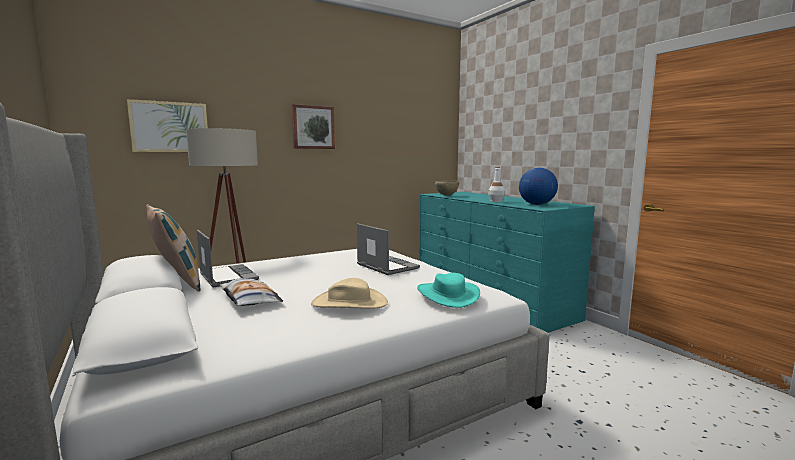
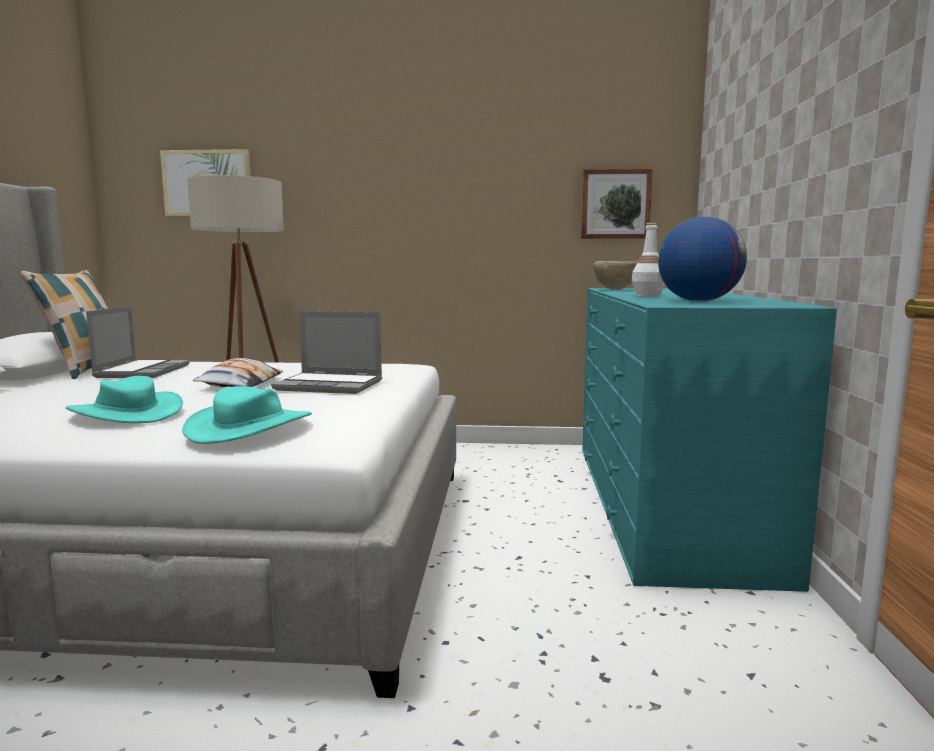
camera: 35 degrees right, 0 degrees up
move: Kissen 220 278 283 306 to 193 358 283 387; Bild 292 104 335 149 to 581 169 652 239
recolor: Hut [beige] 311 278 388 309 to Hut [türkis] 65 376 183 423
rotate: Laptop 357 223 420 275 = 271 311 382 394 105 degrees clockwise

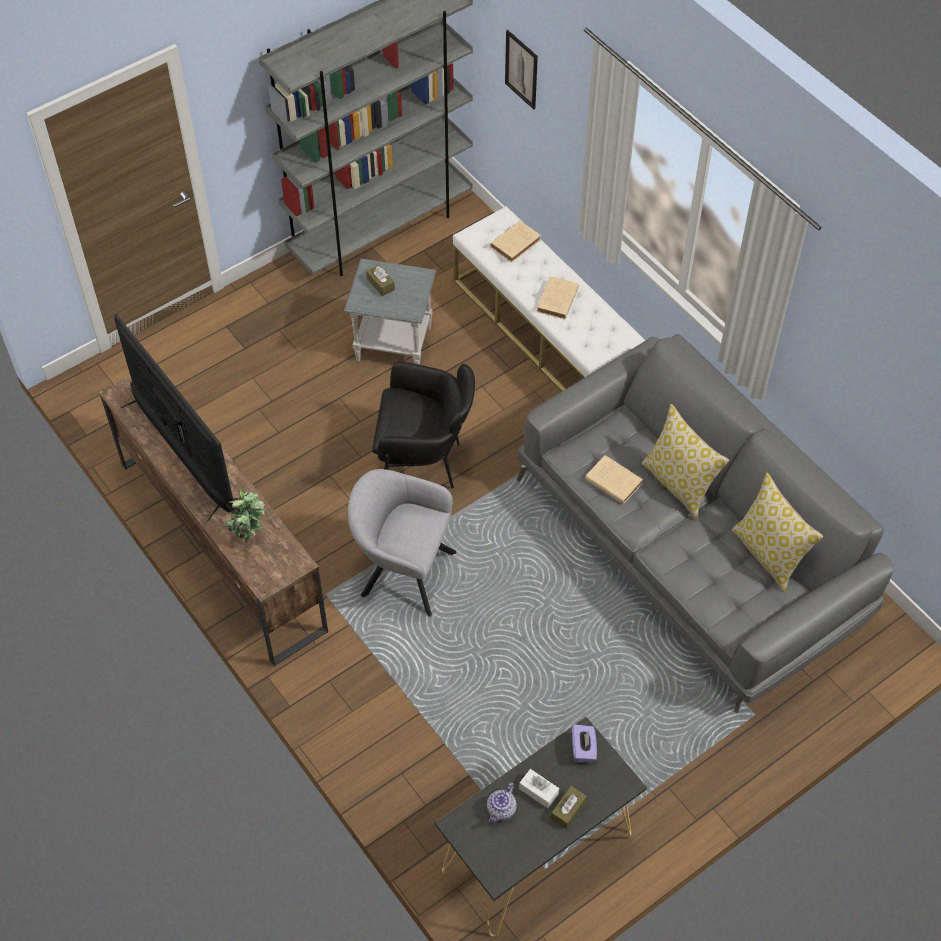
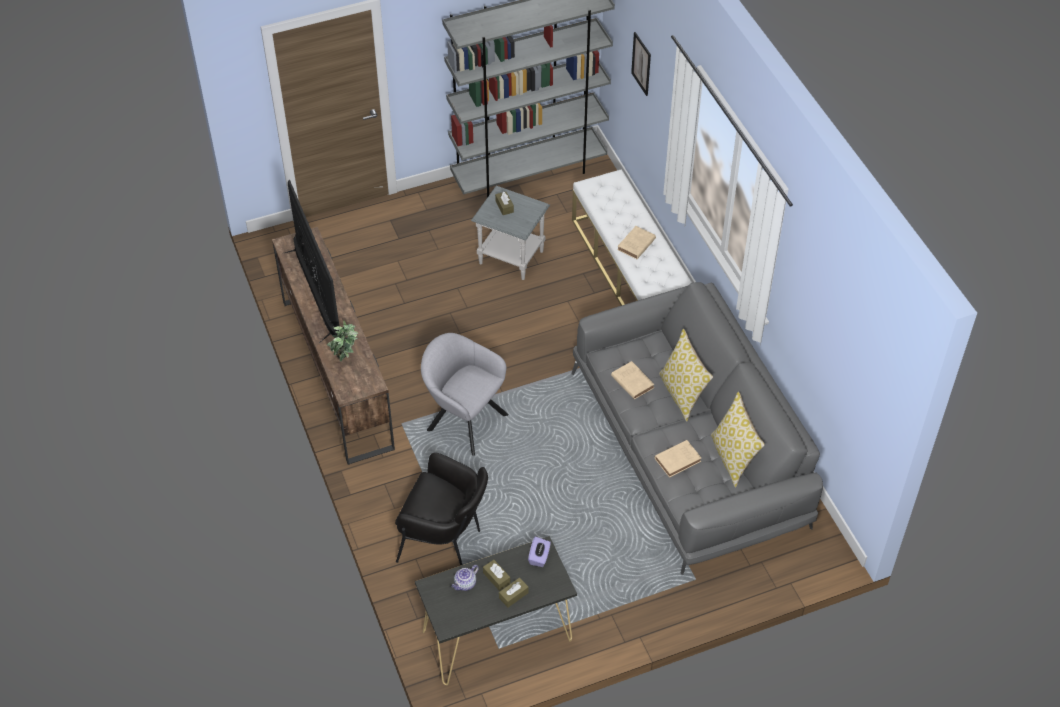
camera: 15 degrees right, 5 degrees down
move: Sessel [schwarz] 373 362 475 488 to 395 452 488 566; Buch [beige] 490 221 541 262 to 655 440 701 478
recolor: Taschentuchbox [weiß] 519 769 559 808 to Taschentuchbox [braun] 483 560 510 591

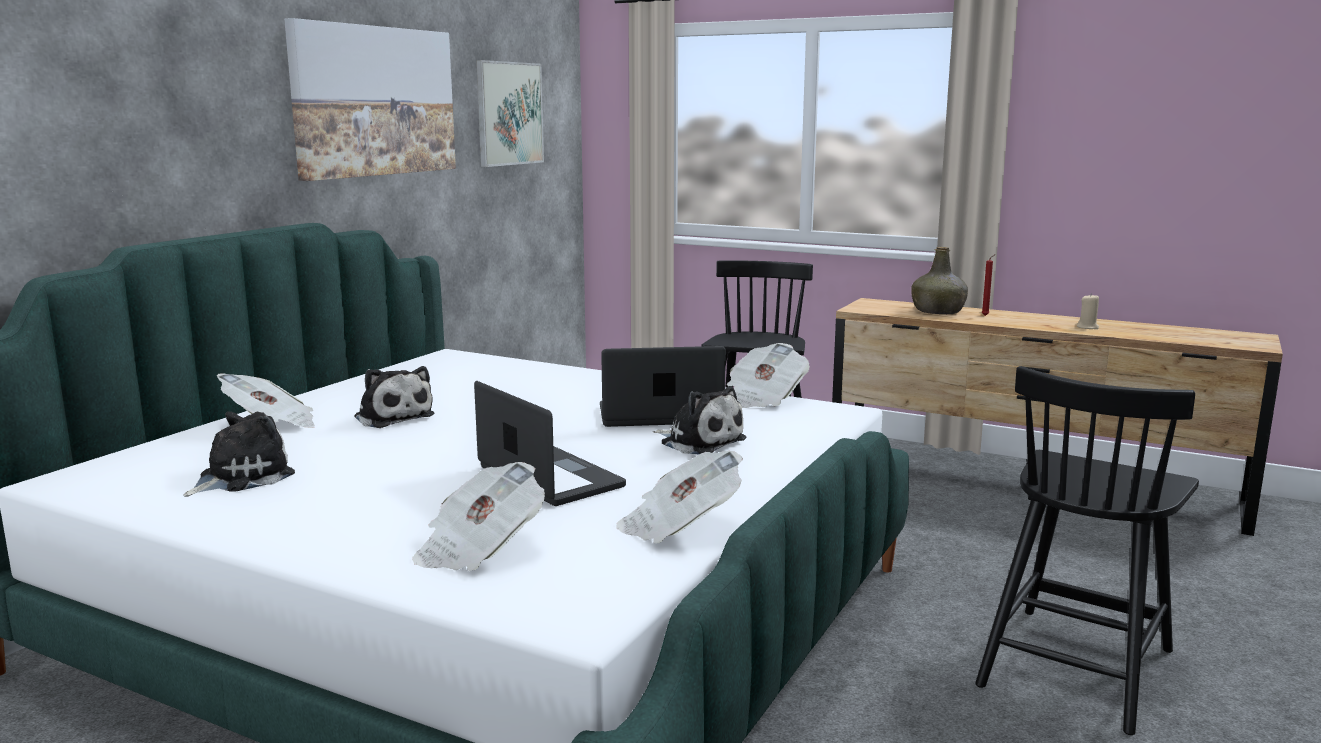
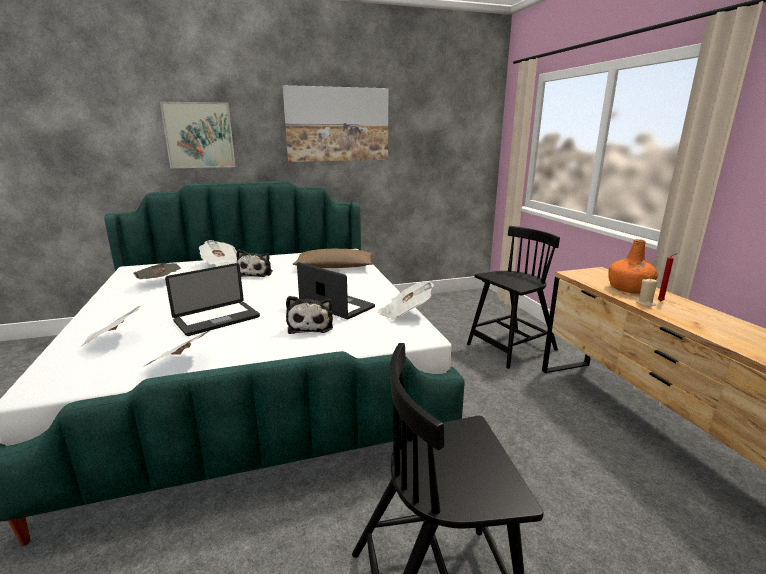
camera: 45 degrees right, 5 degrees up
insert: Kissen [braun] 292 249 373 268
move: Bild 476 60 544 167 to 160 102 235 168; Kerze [beige] 1077 293 1099 329 to 636 278 658 307
replace: Plüschtier 183 411 295 497 to Zeitung 134 263 181 279
recolor: Flasche [grün] 911 247 968 314 to Flasche [orange] 608 239 658 294
rotate: Laptop 474 381 626 506 = 165 263 260 336 45 degrees clockwise

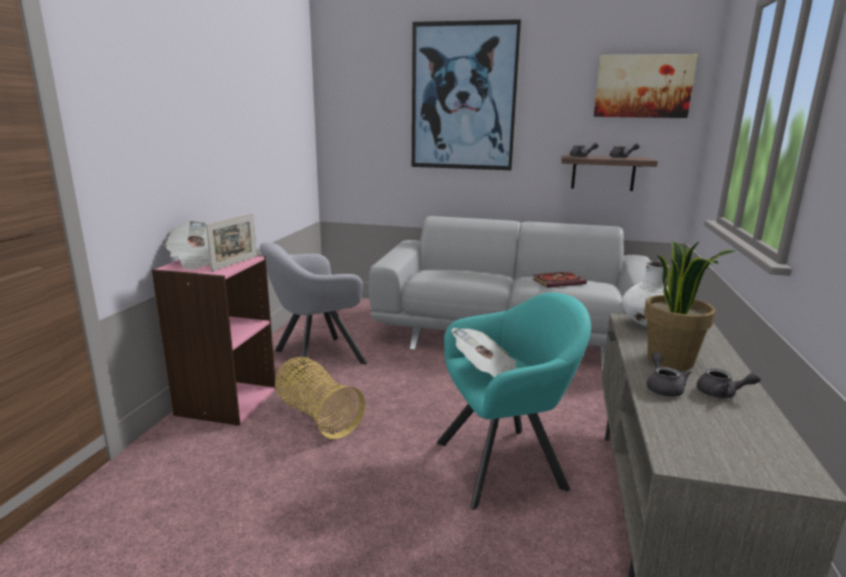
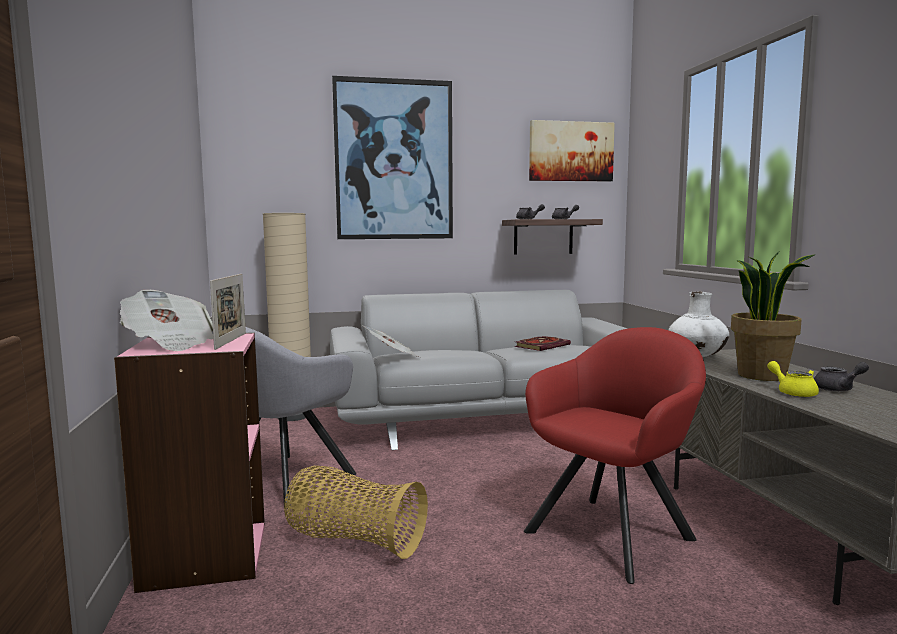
camera: 25 degrees left, 10 degrees down
insert: Stehlampe [beige] 263 213 311 421
move: Zeitung 451 328 518 377 to 363 326 419 357
recolor: Sessel [türkis] 437 292 591 509 to Sessel [rot] 524 327 706 584; Teekanne [grau] 647 352 692 397 to Teekanne [gelb] 767 361 819 397

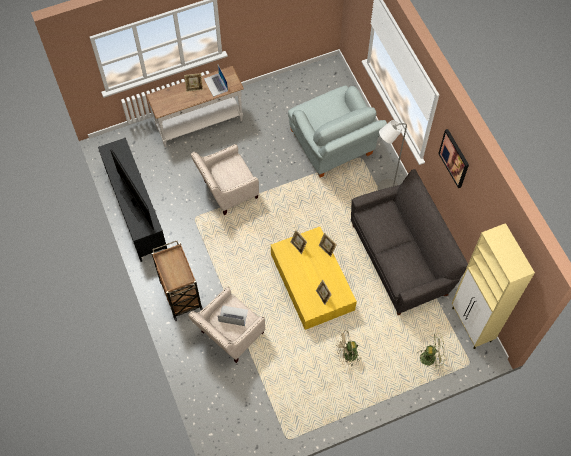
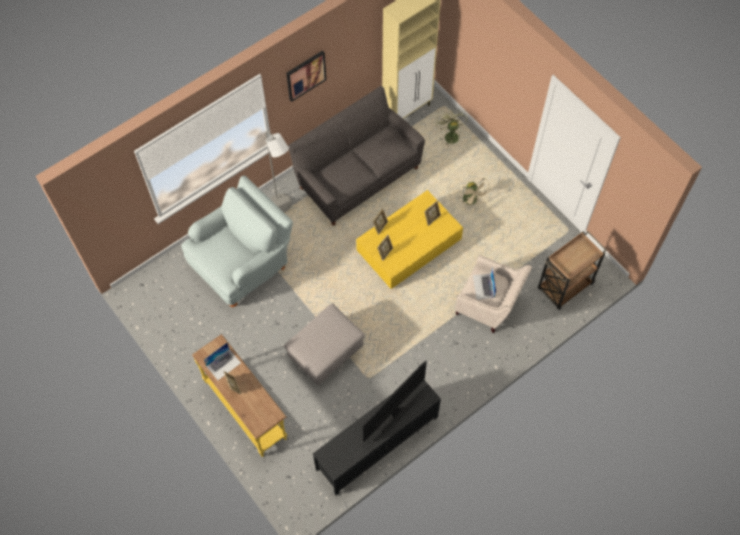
camera: 105 degrees left, 0 degrees up
move: Rollwagen [braun] 151 240 203 321 to 538 231 607 310
replace: Sessel [beige] 191 144 259 215 to Polsterhocker [grau] 284 303 365 386
recolor: Konsolentisch [weiß] 146 66 244 147 to Konsolentisch [gelb] 192 334 287 457

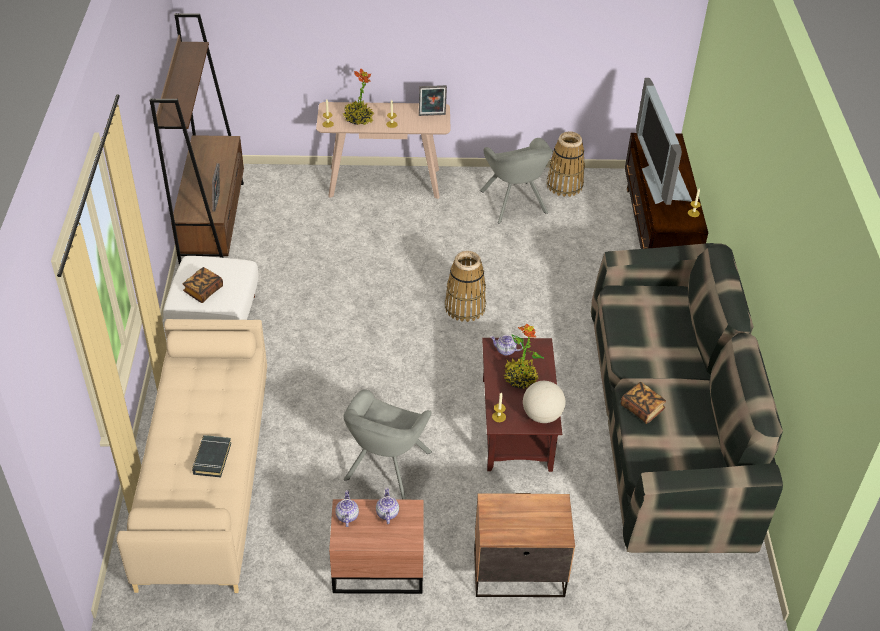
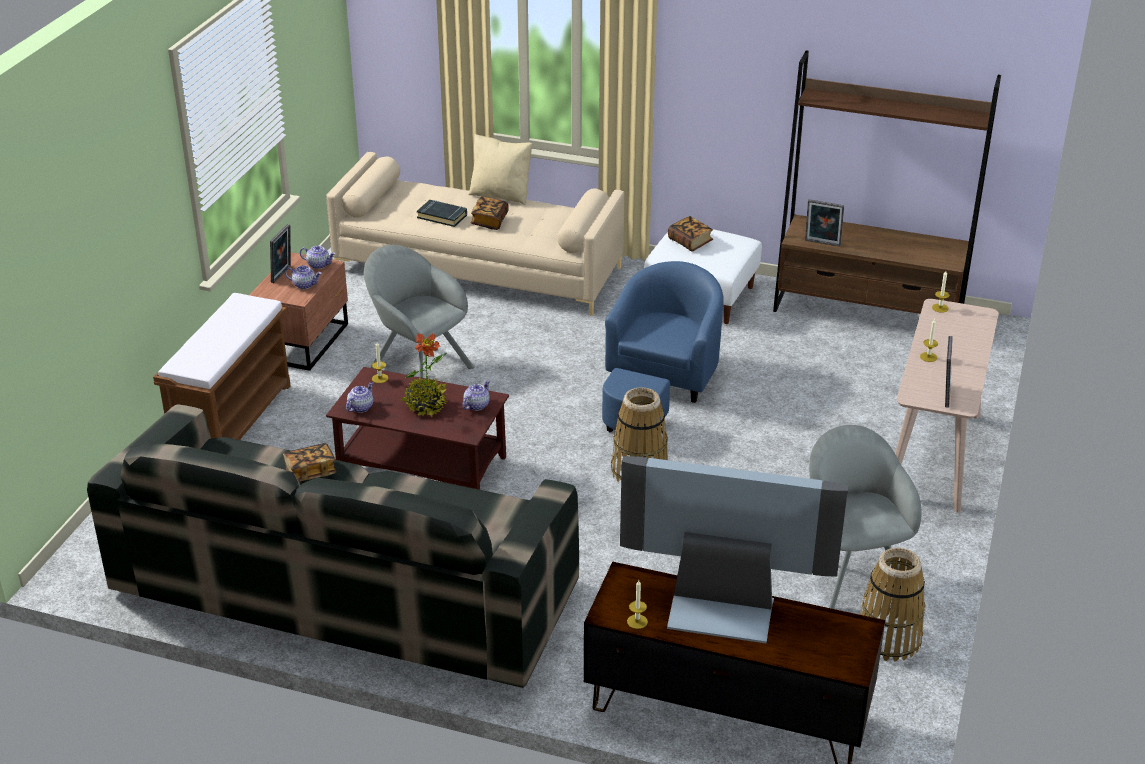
camera: 110 degrees right, 10 degrees down
delete: Topfpflanze 343 68 374 125
insert: Bilderrahmen 270 224 291 283; Kissen [beige] 468 134 532 205; Buch 471 197 509 230; Sessel [blau] 602 261 723 432
replace: Nachttisch 474 493 575 597 to Bank [braun] 153 293 291 440; Globus 523 381 566 423 to Teekanne 346 382 373 413
rotate: Sessel [grau] 480 138 553 223 = 809 425 922 609 75 degrees clockwise

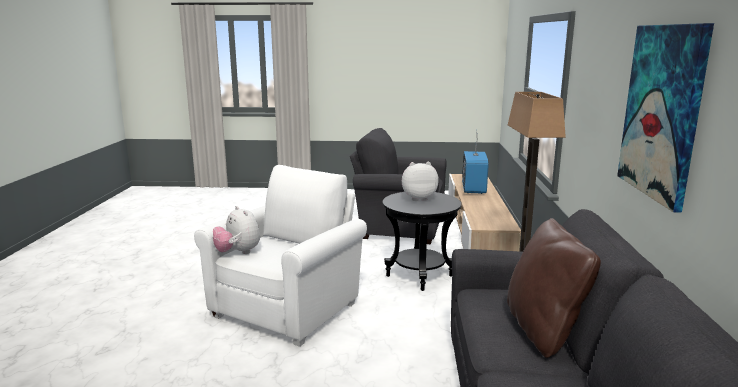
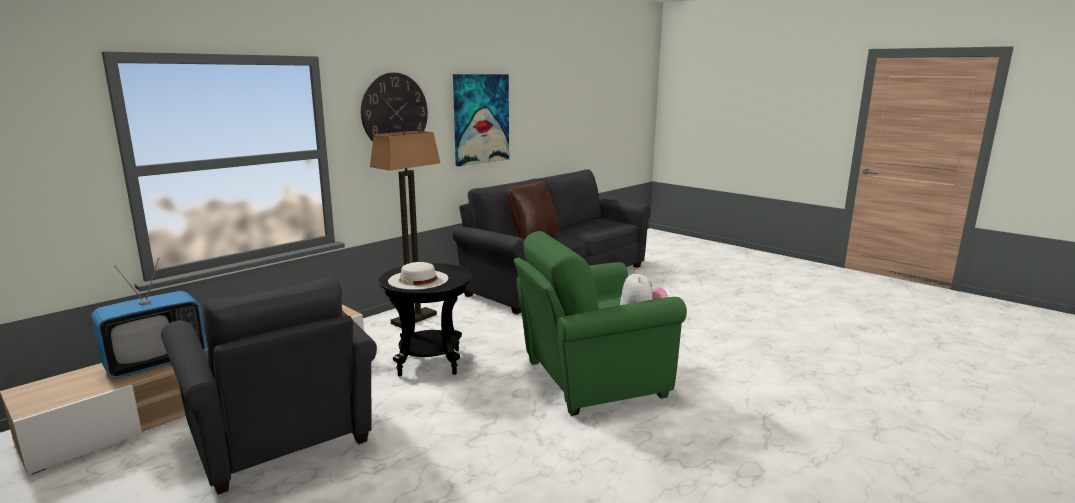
camera: 140 degrees left, 0 degrees up
insert: Wanduhr 361 73 428 142
replace: Plüschtier 402 162 439 201 to Hut [weiß] 388 262 448 290
recolor: Sessel [weiß] 194 165 367 347 to Sessel [grün] 513 231 687 416

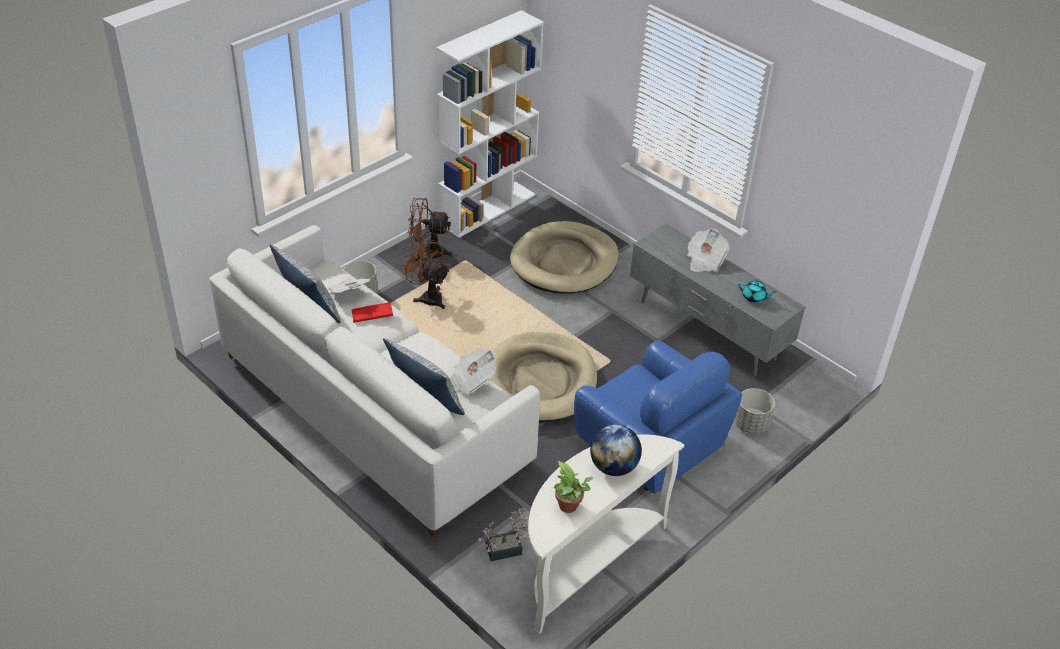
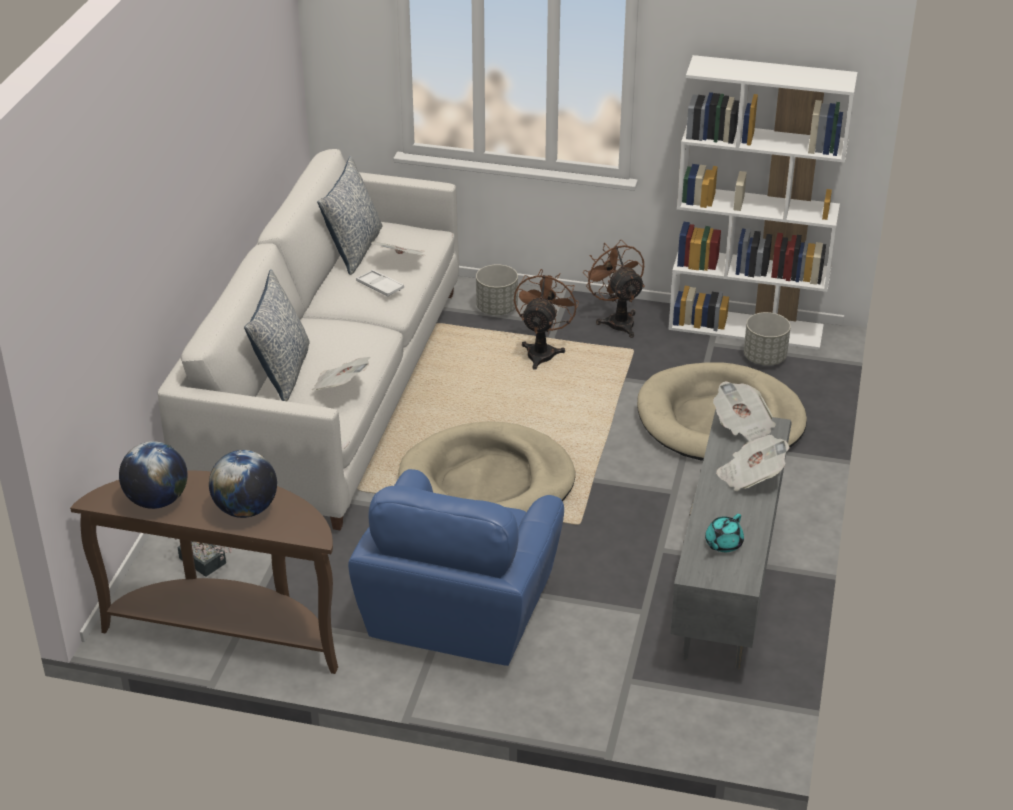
camera: 60 degrees right, 5 degrees down
insert: Zeitung 713 381 776 441
move: Pflanzkübel [grau] 734 388 775 434 to 744 312 791 365
replace: Topfpflanze 553 461 593 513 to Globus 119 441 187 509
recolor: Tablett [rot] 351 302 393 323 to Tablett [weiß] 356 270 404 296; Konsolentisch [weiß] 528 435 684 634 to Konsolentisch [braun] 70 470 338 674
rotate: Teekanne [türkis] 738 280 776 303 = 705 514 744 552 45 degrees clockwise

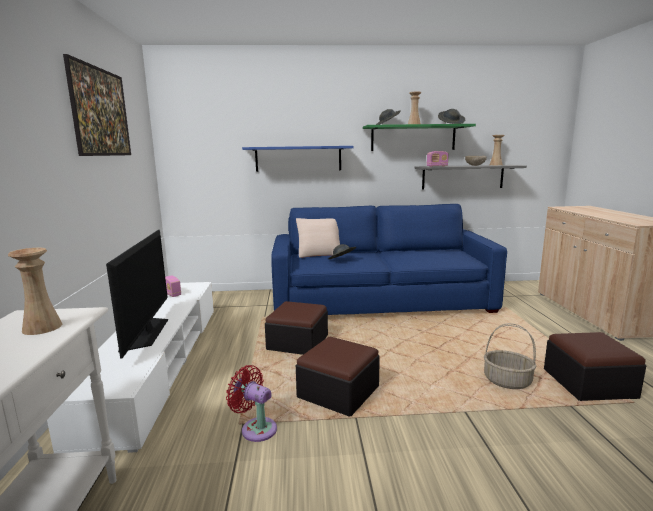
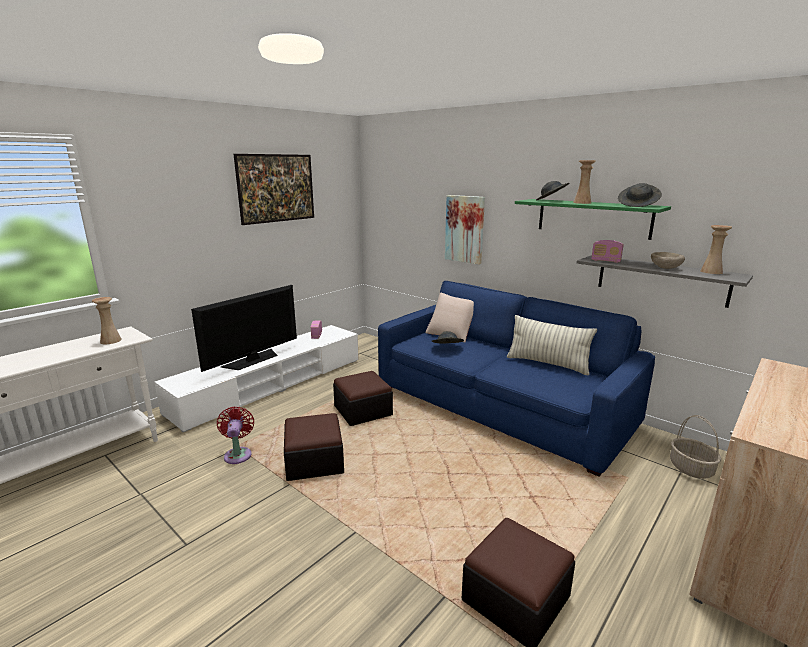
camera: 45 degrees right, 5 degrees up
insert: Kissen 507 315 597 375
move: Korb 484 323 536 389 to 670 415 721 479
replace: Wandregal [blau] 242 146 353 172 to Bild 445 195 485 265

